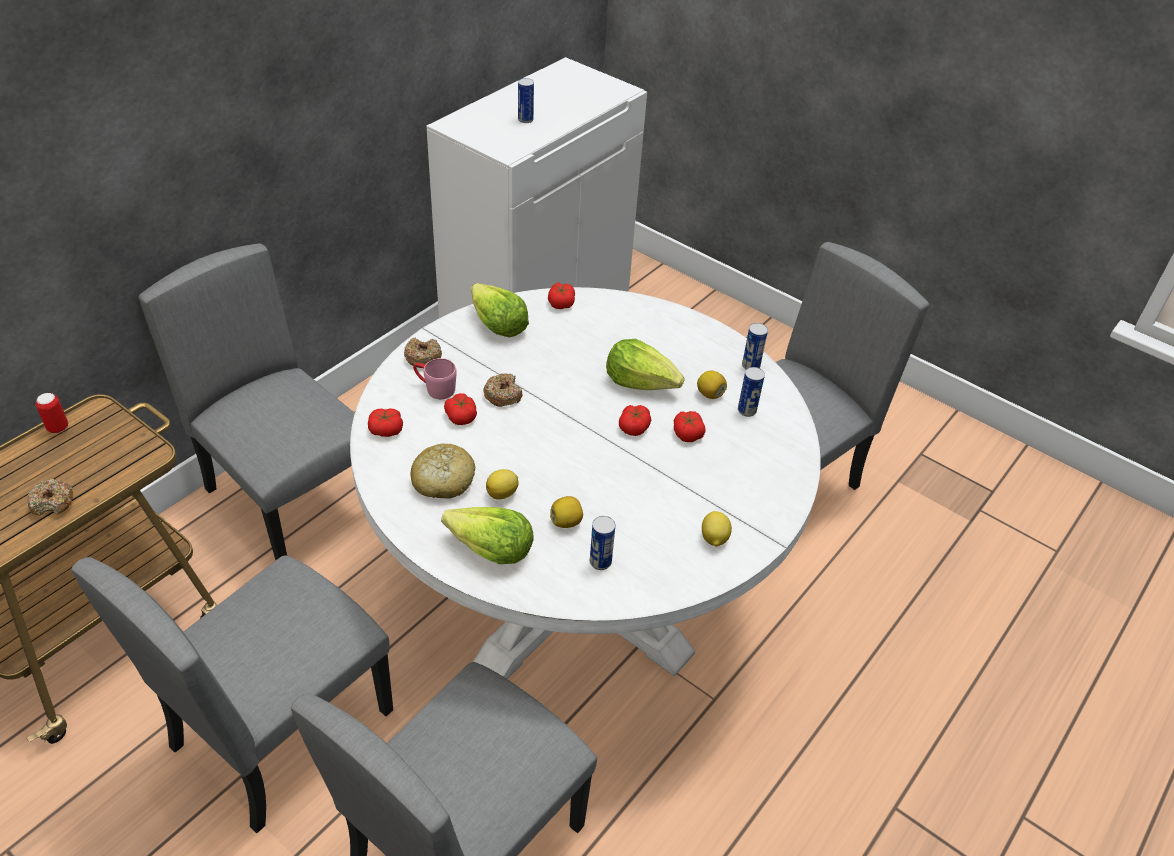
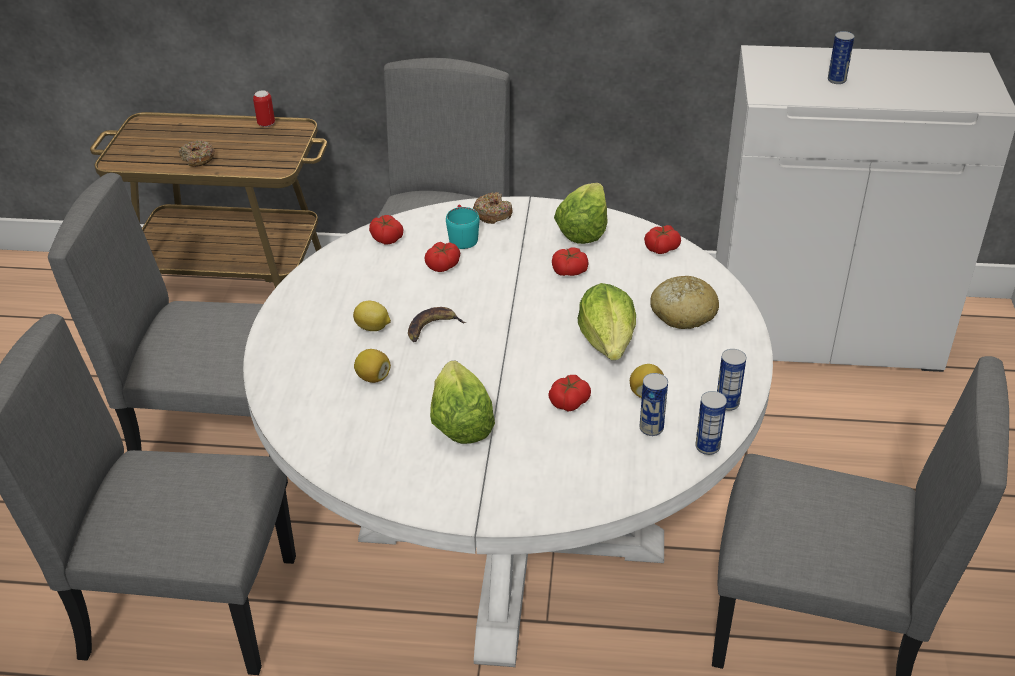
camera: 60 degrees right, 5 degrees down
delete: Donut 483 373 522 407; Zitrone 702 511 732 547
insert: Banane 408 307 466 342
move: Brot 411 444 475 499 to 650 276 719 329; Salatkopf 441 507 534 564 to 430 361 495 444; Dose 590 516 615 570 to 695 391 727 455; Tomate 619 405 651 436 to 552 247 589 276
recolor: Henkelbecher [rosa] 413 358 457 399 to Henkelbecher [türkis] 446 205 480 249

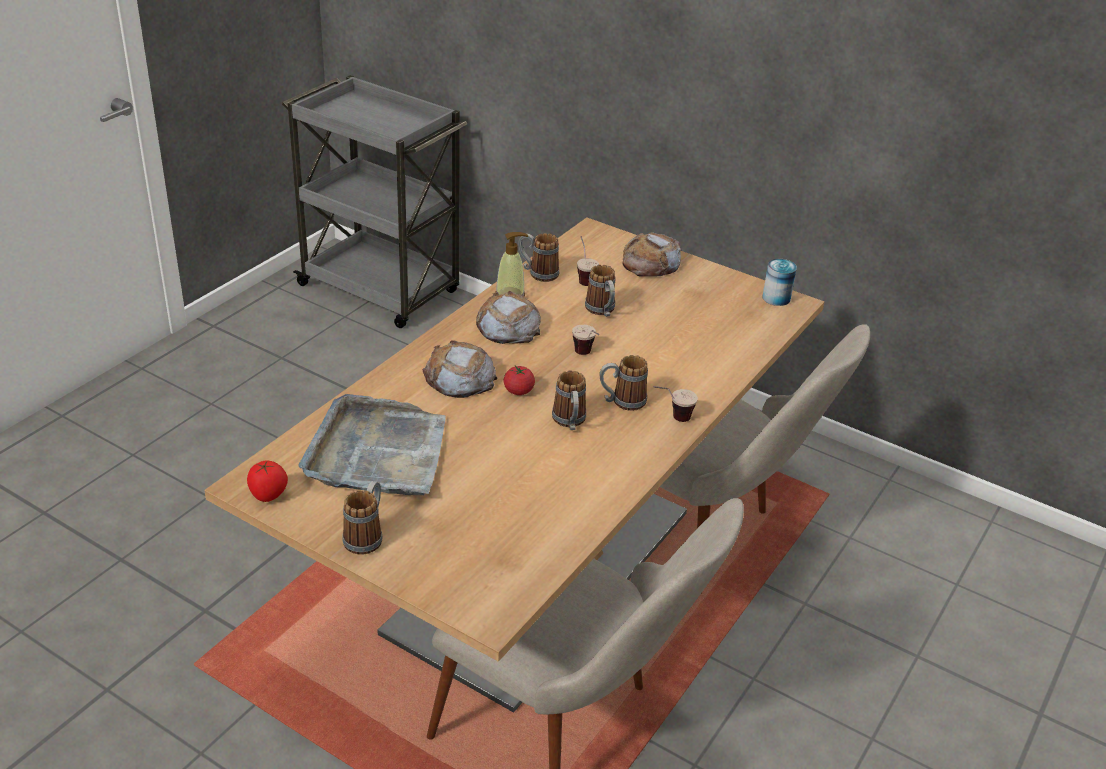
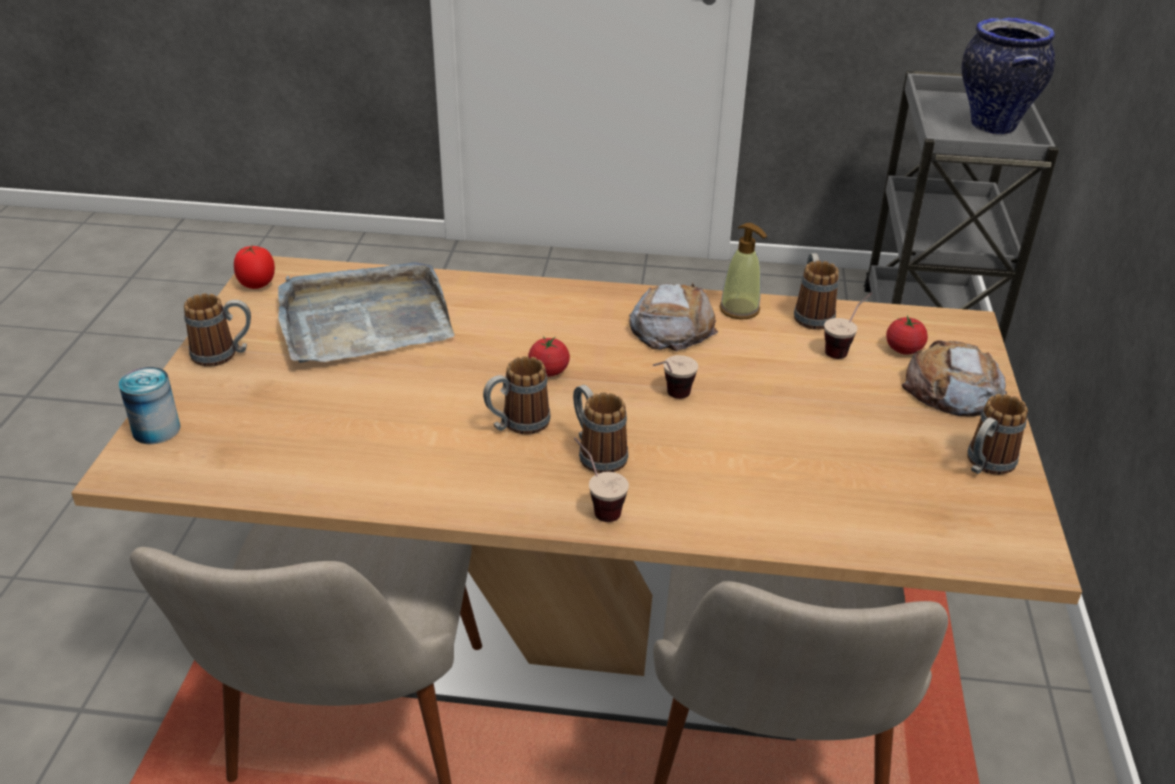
camera: 65 degrees right, 0 degrees up
delete: Brot 422 340 497 398
insert: Tomate 886 315 928 355; Vase 962 18 1055 134
move: Henkelbecher 585 265 615 317 to 967 394 1028 475; Dose 762 259 797 306 to 119 367 180 444

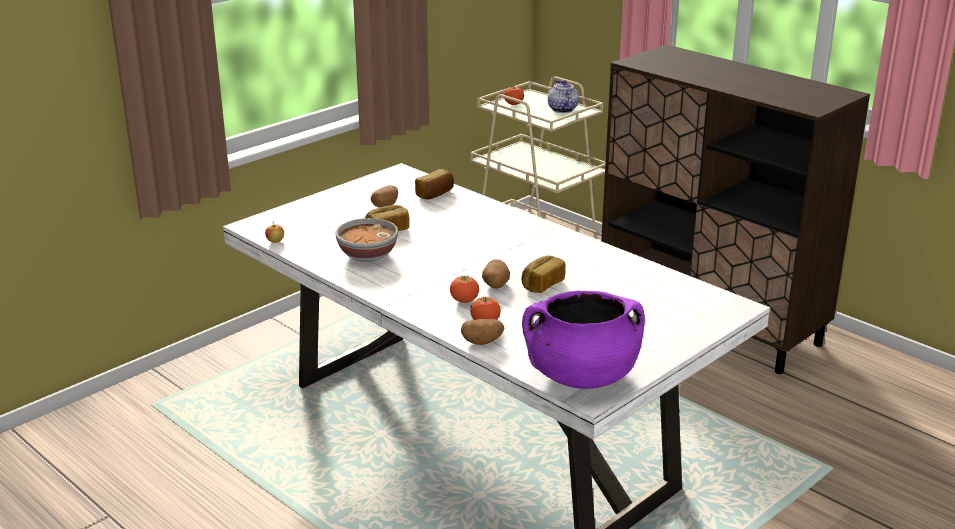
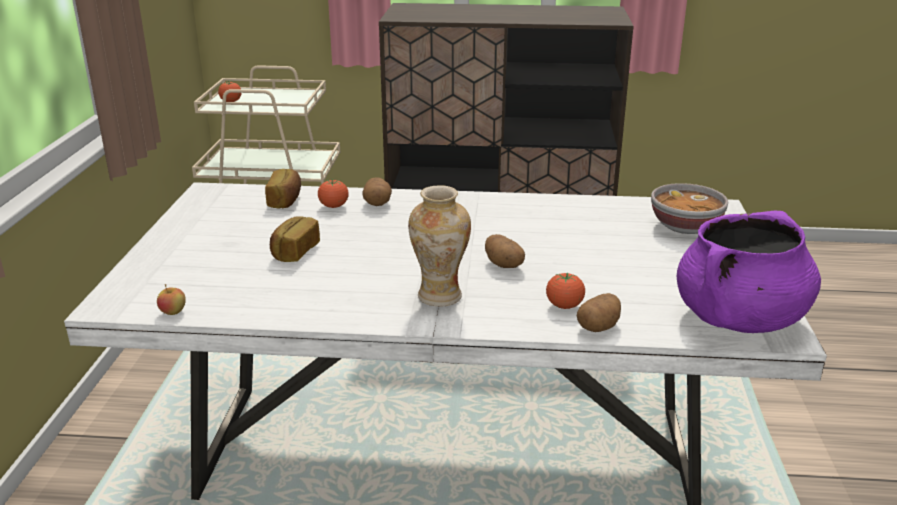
camera: 40 degrees left, 0 degrees up
delete: Brot 521 255 565 293; Teekanne 548 80 579 113
insert: Vase 408 185 471 307
move: Schüssel 335 218 398 262 to 651 183 728 234; Kartoffel 371 185 398 208 to 363 177 392 206; Tomate 450 275 479 303 to 318 179 349 208

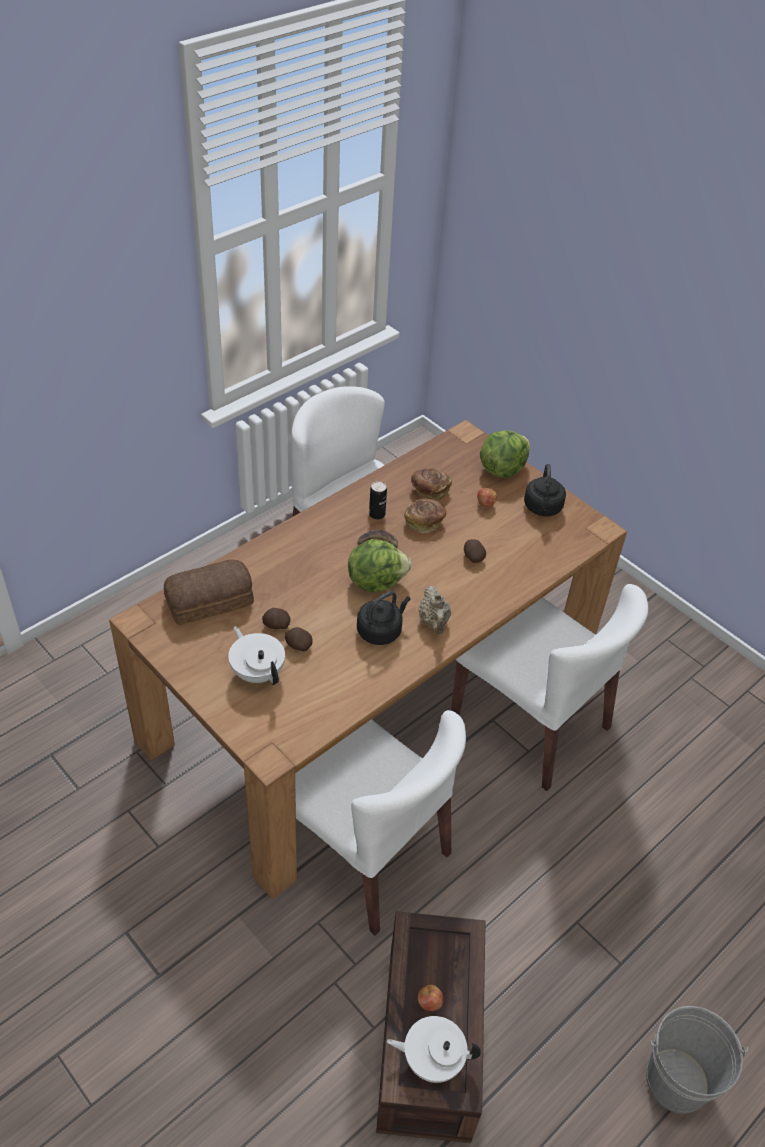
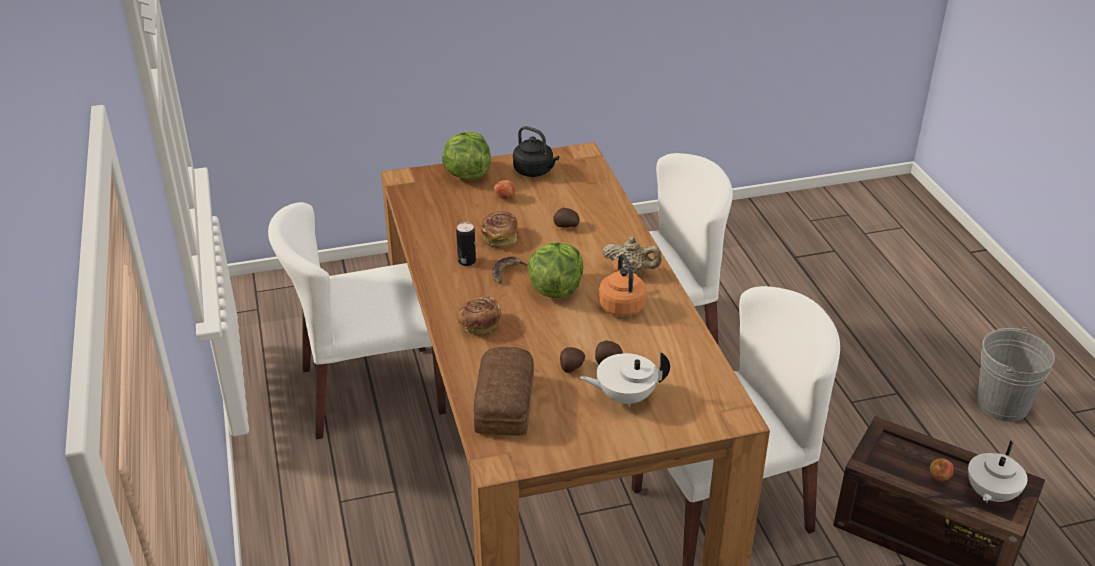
camera: 60 degrees left, 10 degrees down
move: Brot 411 468 452 500 to 458 296 501 335
recolor: Wasserkessel [schwarz] 357 591 411 645 to Wasserkessel [orange] 599 254 647 316

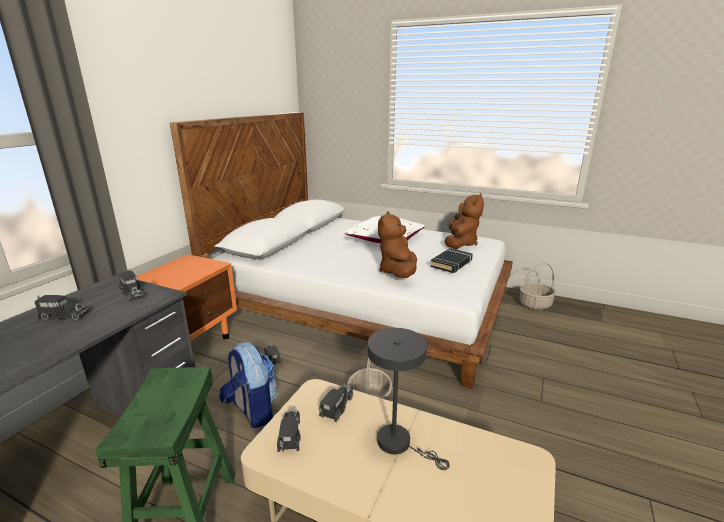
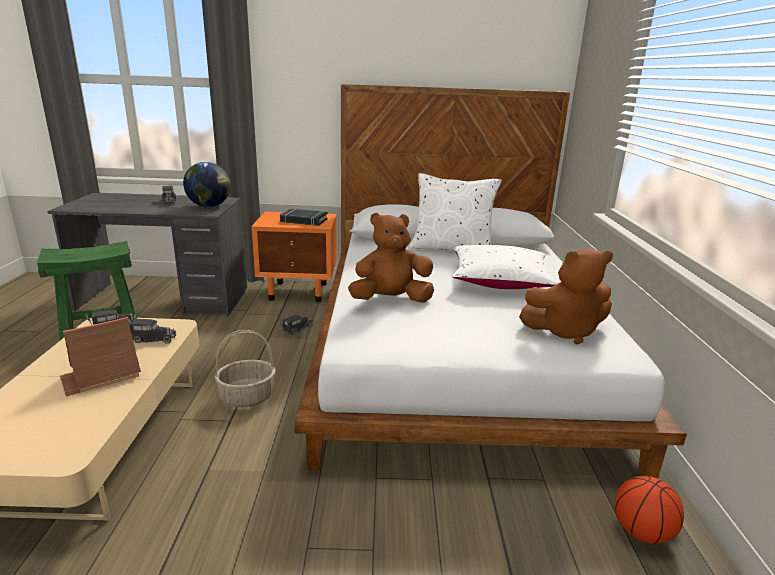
camera: 65 degrees right, 0 degrees up
delete: Rucksack 219 342 278 429
insert: Kissen [weiß] 410 173 501 251
move: Buch [schwarz] 430 248 473 273 to 280 209 327 226
replace: Spielzeuglaster 118 269 144 302 to Globus 183 162 230 207; Tischlampe [grau] 368 328 450 470 to Spielzeughaus 60 317 141 397; Korb 519 263 556 310 to Basketball 615 476 684 544

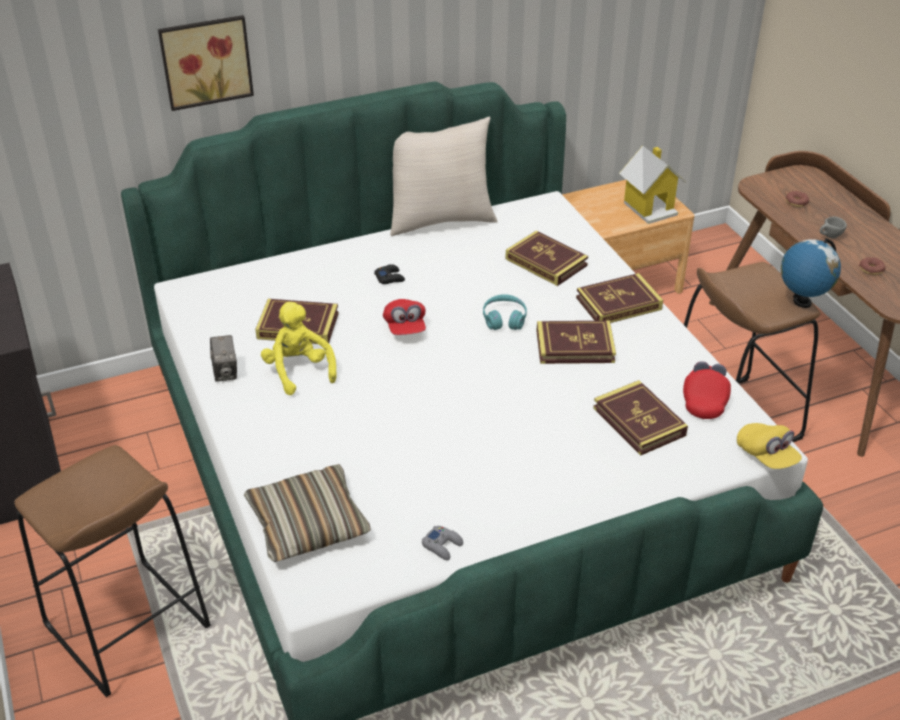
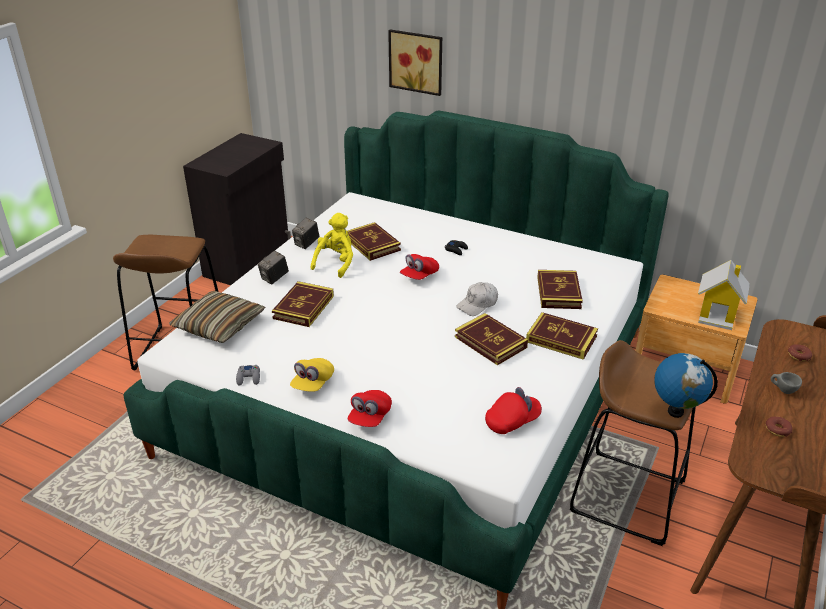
camera: 50 degrees right, 5 degrees down
delete: Kissen [beige] 390 117 498 236
insert: Kamera 258 250 289 285; Kappe [rot] 348 390 392 427
move: Buch 593 380 688 456 to 272 281 334 327; Kappe [gelb] 737 423 802 469 to 290 358 334 392
replace: Kopfhörer [türkis] 483 294 527 330 to Kappe [weiß] 456 282 498 316

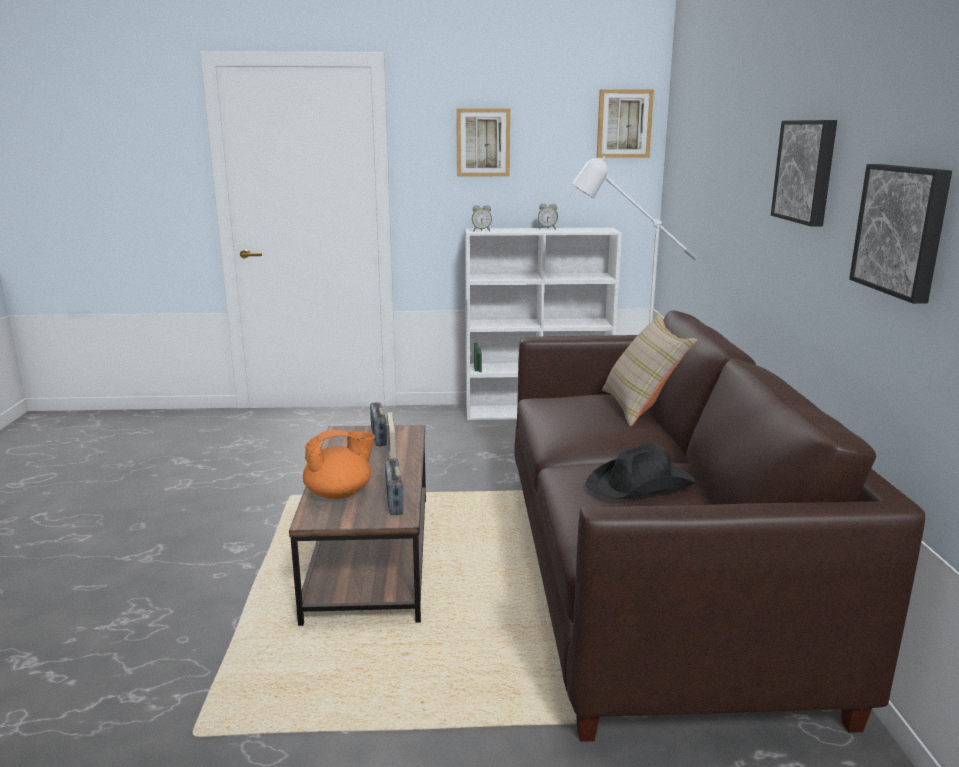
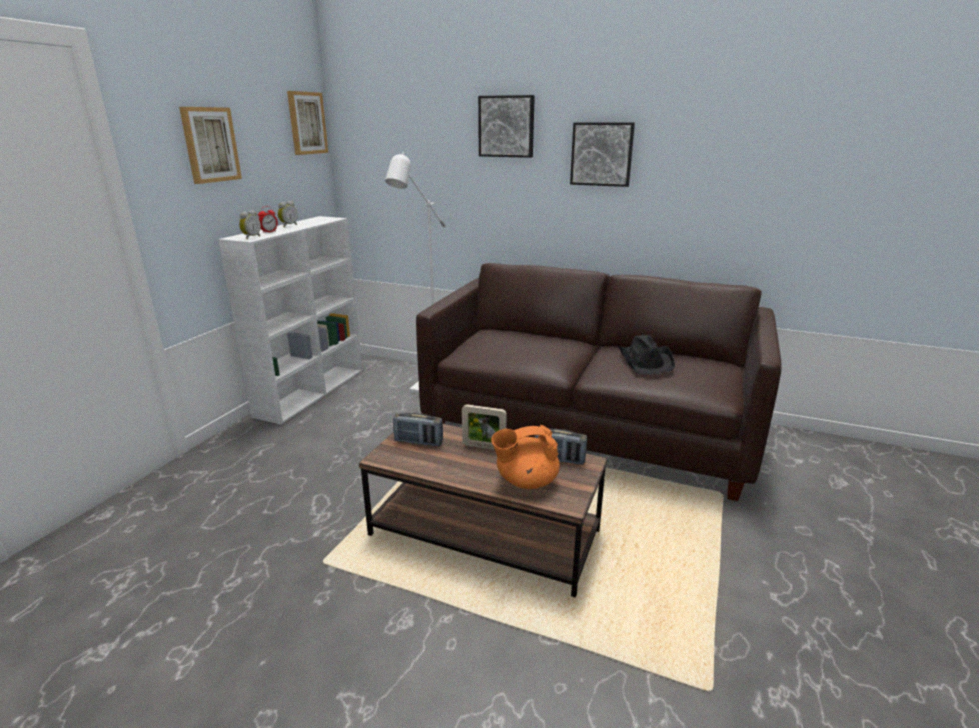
camera: 65 degrees left, 5 degrees up
delete: Kissen [beige] 602 314 697 426
insert: Wecker 258 206 278 233
move: Bild 849 164 952 304 to 478 95 535 158
rotate: Teekanne [orange] 303 430 375 499 = 491 425 560 489 105 degrees counterclockwise

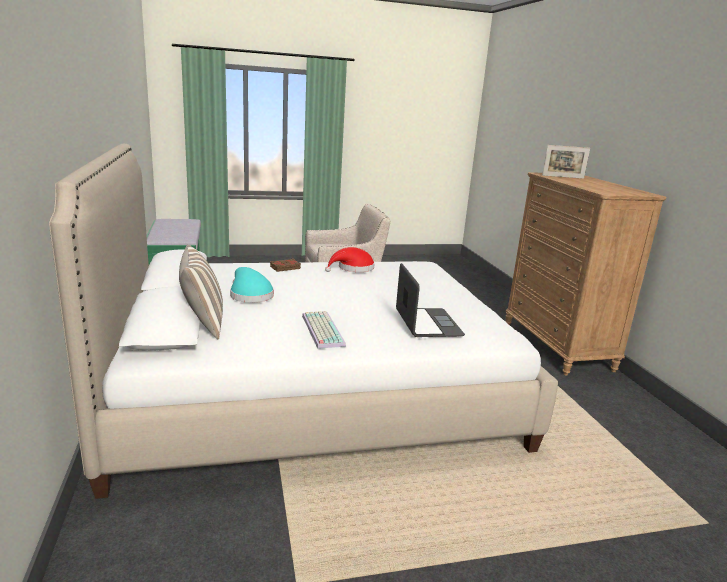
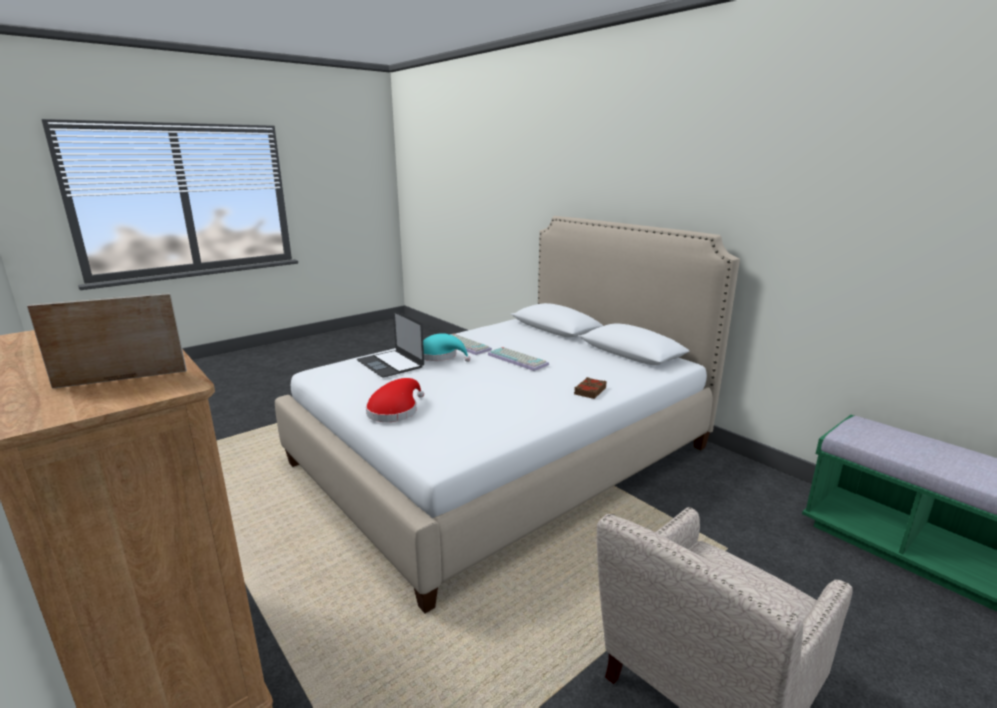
camera: 155 degrees right, 0 degrees up
delete: Kissen 179 245 223 339
insert: Tastatur 488 347 549 371
move: Hut [türkis] 230 267 274 303 to 423 333 470 362; Hut [rot] 325 247 375 272 to 366 378 424 422

